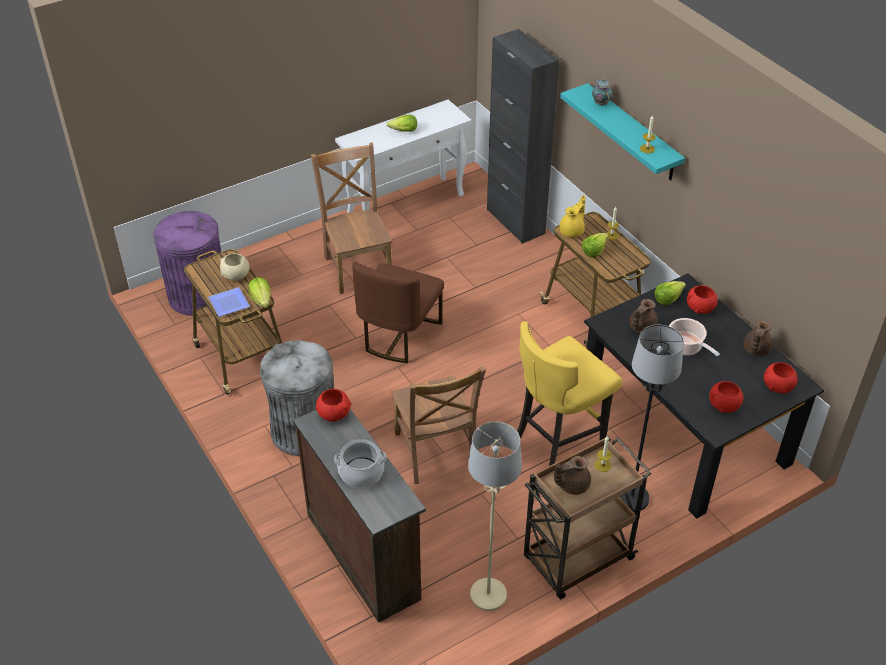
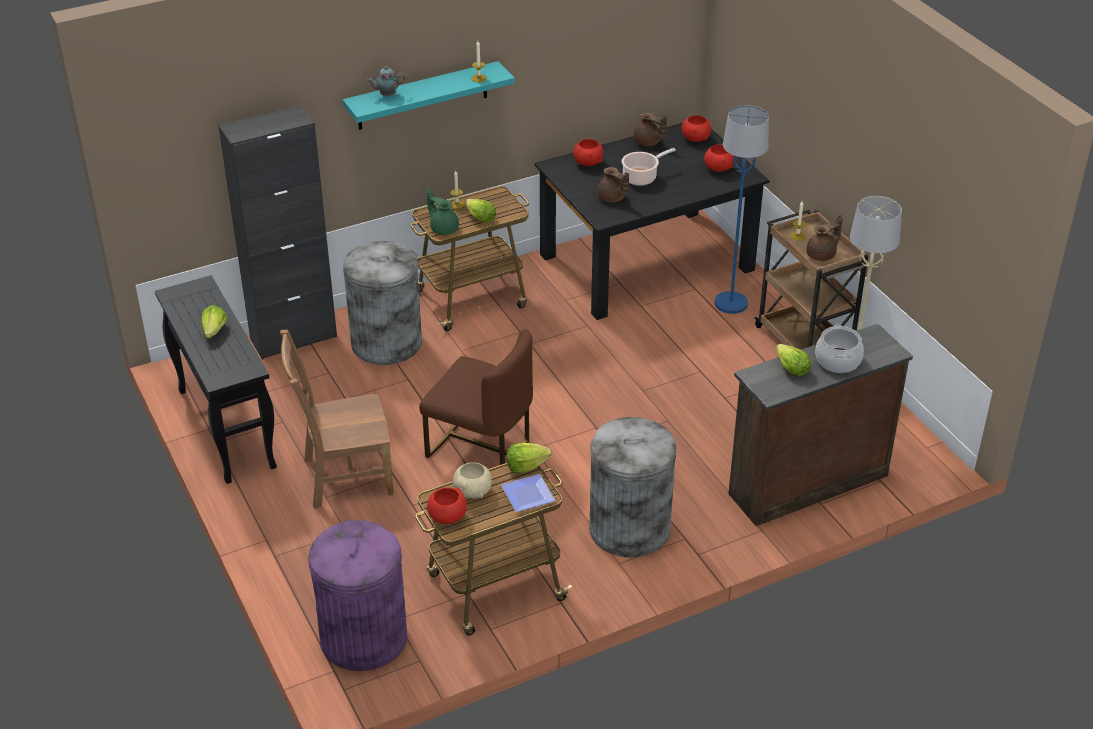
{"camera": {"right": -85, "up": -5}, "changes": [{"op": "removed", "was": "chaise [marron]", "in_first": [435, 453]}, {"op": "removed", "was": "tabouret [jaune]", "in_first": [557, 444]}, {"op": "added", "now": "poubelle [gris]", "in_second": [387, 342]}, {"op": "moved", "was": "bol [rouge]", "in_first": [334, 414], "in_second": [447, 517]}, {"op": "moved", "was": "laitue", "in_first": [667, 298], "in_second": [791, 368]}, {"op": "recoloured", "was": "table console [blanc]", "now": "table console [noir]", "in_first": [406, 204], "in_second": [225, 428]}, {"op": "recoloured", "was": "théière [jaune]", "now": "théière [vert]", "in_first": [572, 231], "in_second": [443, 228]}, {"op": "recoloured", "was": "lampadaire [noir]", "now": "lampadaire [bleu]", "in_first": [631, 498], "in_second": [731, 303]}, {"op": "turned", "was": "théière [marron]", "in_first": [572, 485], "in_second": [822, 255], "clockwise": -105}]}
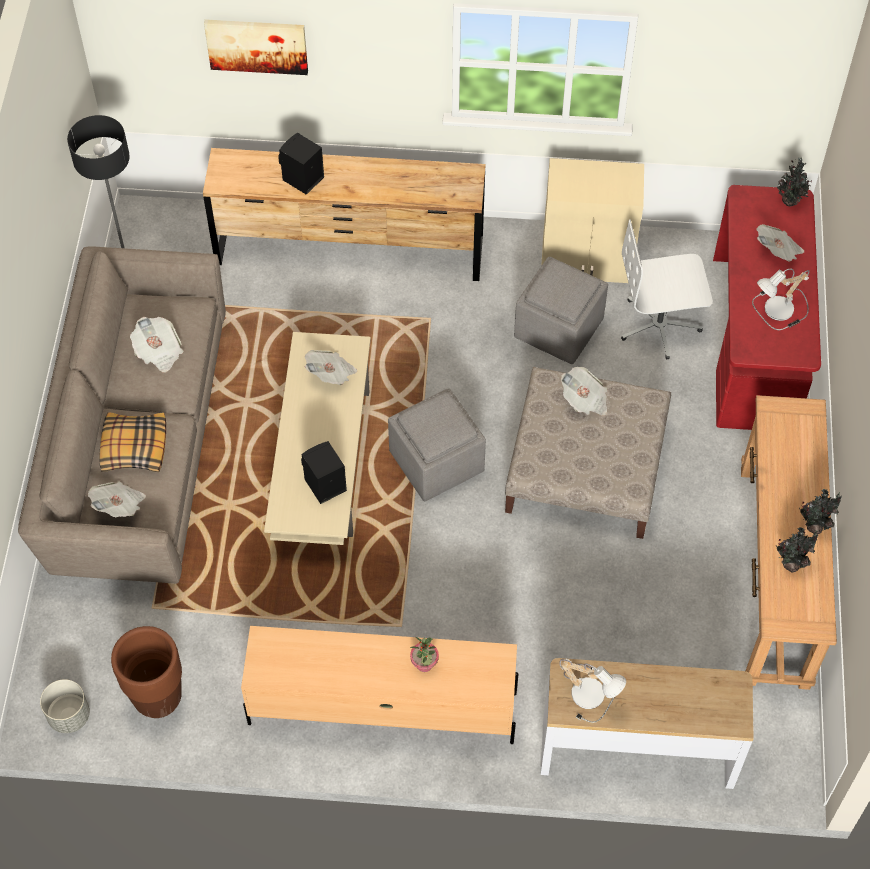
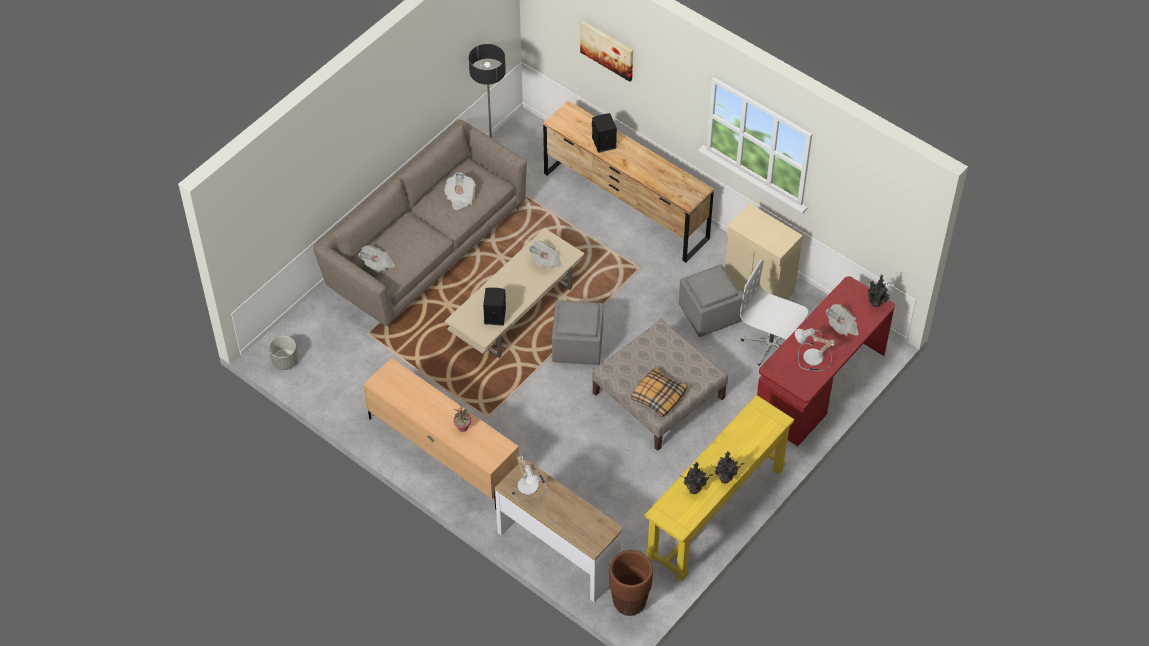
{"camera": {"right": 35, "up": -5}, "changes": [{"op": "removed", "was": "journal", "in_first": [584, 400]}, {"op": "moved", "was": "coussin", "in_first": [133, 447], "in_second": [658, 396]}, {"op": "moved", "was": "cache-pot [marron]", "in_first": [157, 698], "in_second": [629, 603]}, {"op": "recoloured", "was": "table console [marron]", "now": "table console [jaune]", "in_first": [773, 574], "in_second": [715, 512]}]}
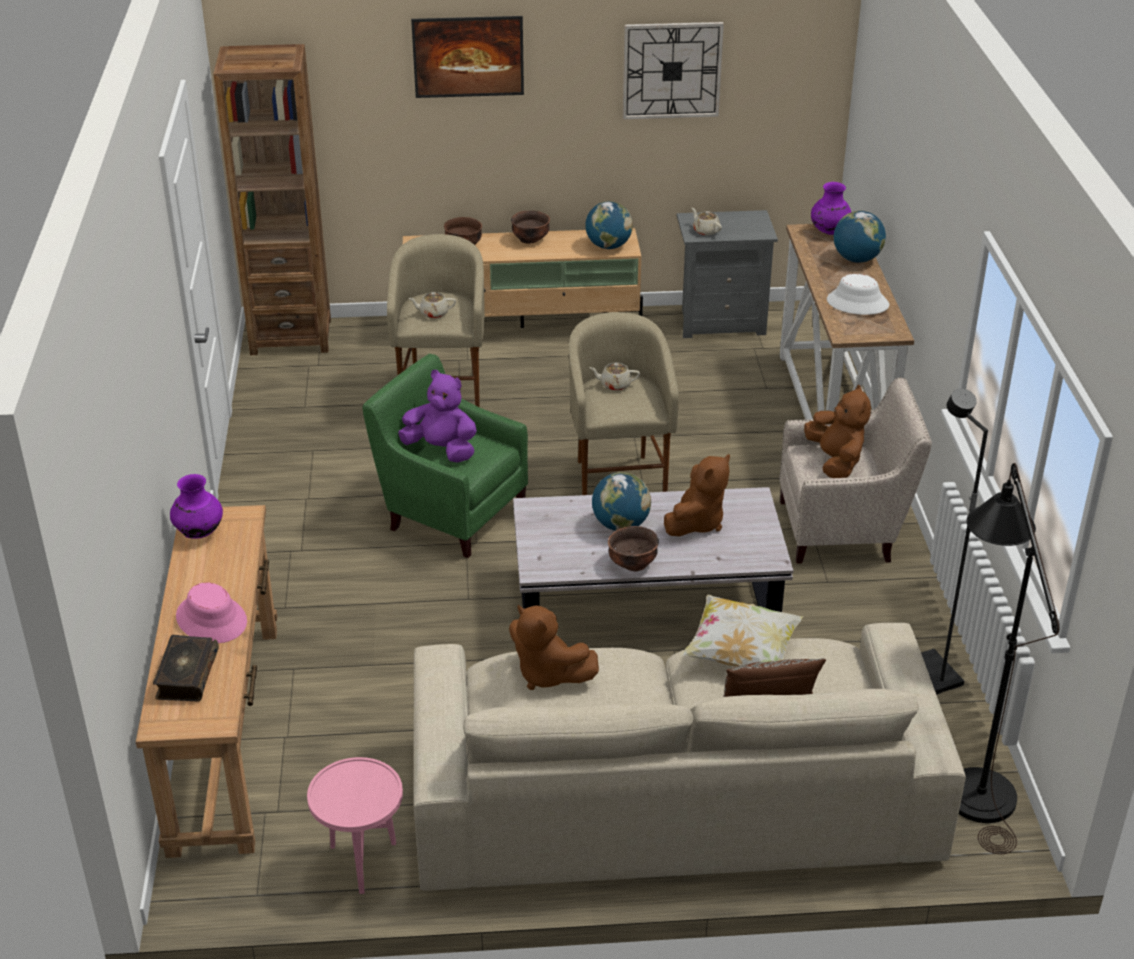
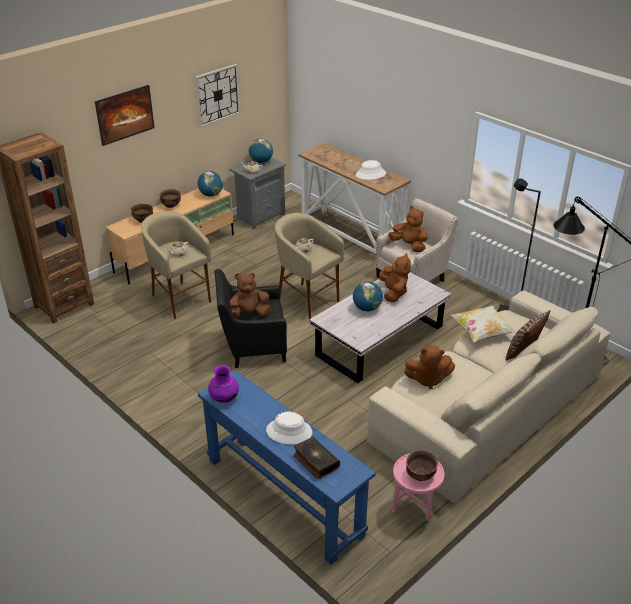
{"camera": {"right": -40, "up": 0}, "changes": [{"op": "removed", "was": "vase [violet]", "in_first": [829, 232]}, {"op": "moved", "was": "bol [marron]", "in_first": [633, 564], "in_second": [421, 475]}, {"op": "moved", "was": "globe", "in_first": [856, 259], "in_second": [261, 161]}, {"op": "recoloured", "was": "table console [marron]", "now": "table console [bleu]", "in_first": [226, 735], "in_second": [283, 496]}, {"op": "recoloured", "was": "chapeau [rose]", "now": "chapeau [blanc]", "in_first": [212, 619], "in_second": [289, 431]}, {"op": "recoloured", "was": "fauteuil [vert]", "now": "fauteuil [noir]", "in_first": [451, 512], "in_second": [252, 346]}, {"op": "recoloured", "was": "peluche [violet]", "now": "peluche [marron]", "in_first": [441, 450], "in_second": [249, 314]}]}
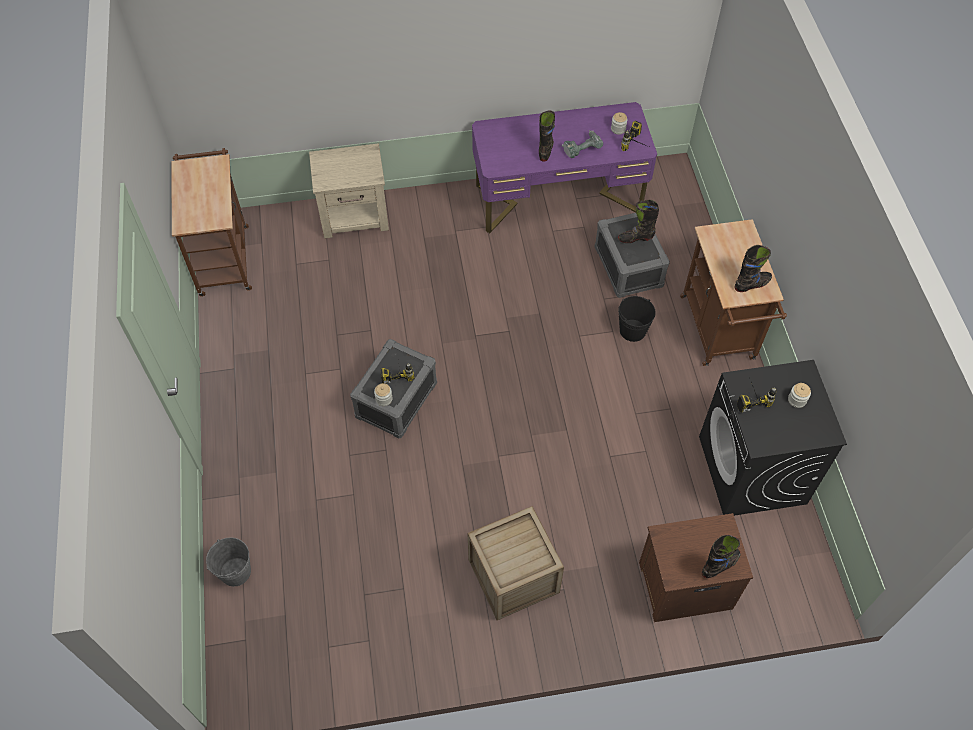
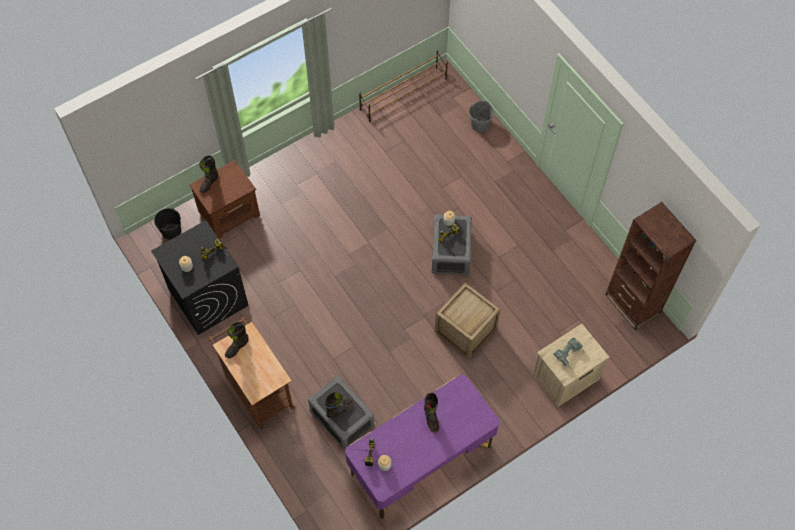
{"camera": {"right": 155, "up": 5}, "changes": [{"op": "added", "now": "étagère à chaussures [marron]", "in_second": [404, 94]}, {"op": "moved", "was": "caisse", "in_first": [513, 576], "in_second": [465, 329]}, {"op": "moved", "was": "perceuse", "in_first": [581, 148], "in_second": [569, 355]}, {"op": "moved", "was": "seau [noir]", "in_first": [632, 330], "in_second": [171, 231]}, {"op": "replaced", "was": "chariot [marron]", "now": "bibliothèque [marron]", "in_first": [223, 256], "in_second": [632, 304]}]}
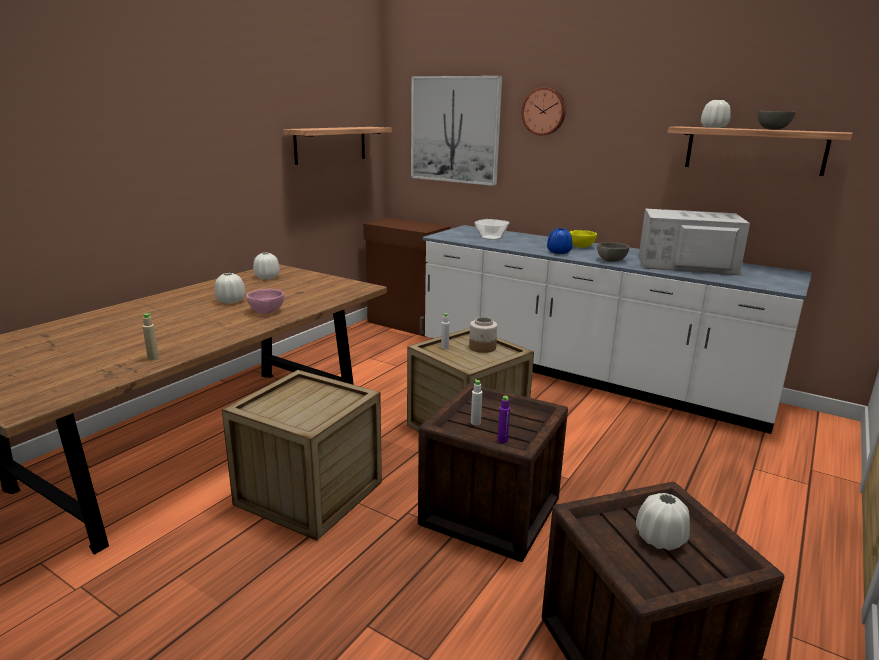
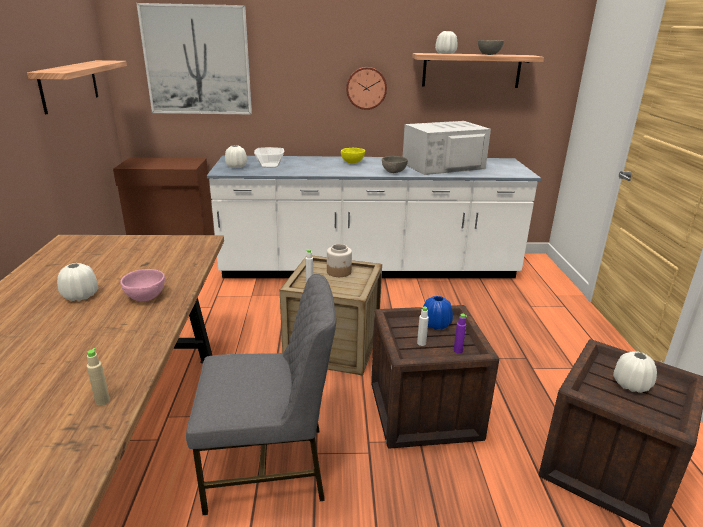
{"camera": {"right": -35, "up": 5}, "changes": [{"op": "moved", "was": "vase [blanc]", "in_first": [267, 277], "in_second": [236, 166]}, {"op": "moved", "was": "horloge murale", "in_first": [544, 111], "in_second": [366, 88]}, {"op": "moved", "was": "vase [bleu]", "in_first": [558, 252], "in_second": [435, 325]}, {"op": "replaced", "was": "caisse", "now": "chaise [gris]", "in_first": [309, 493], "in_second": [269, 466]}]}
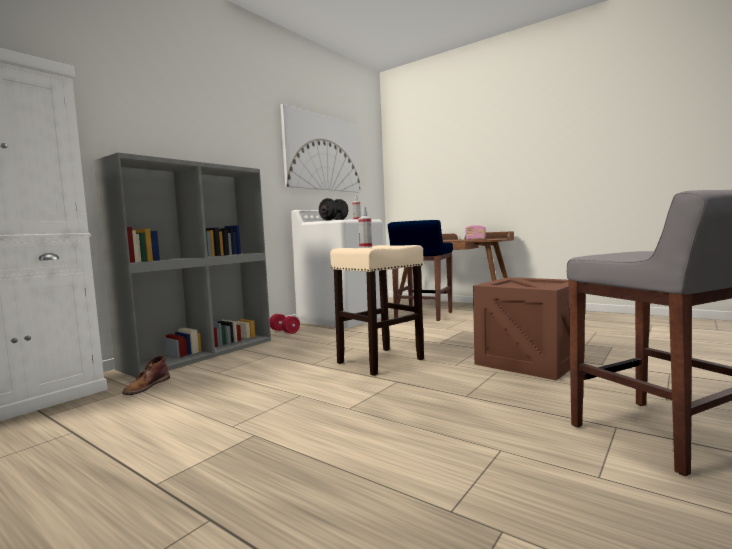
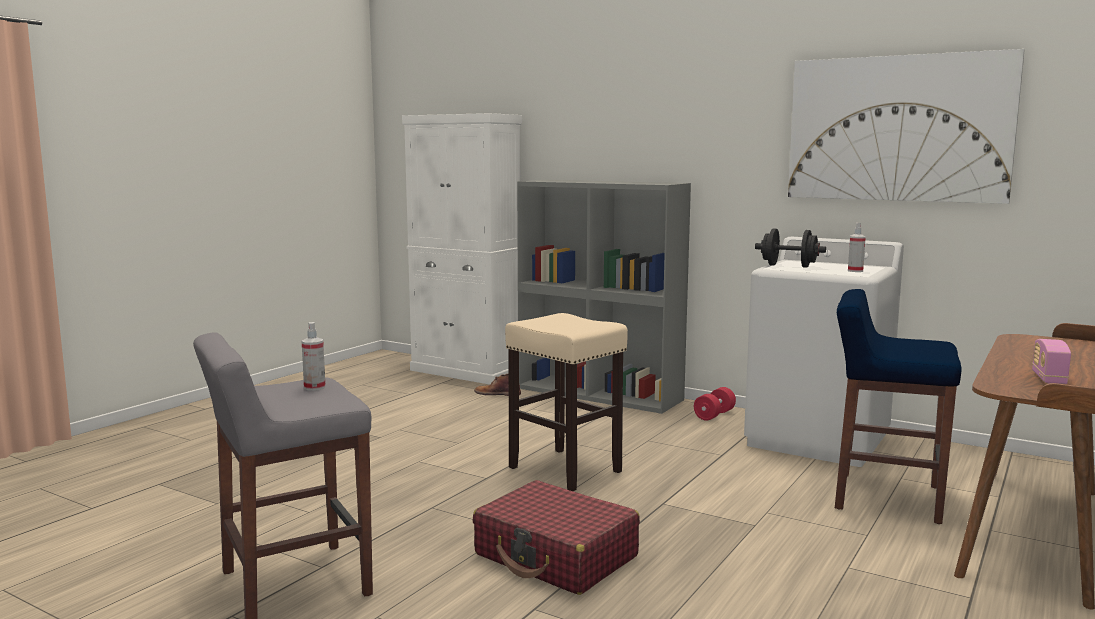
{"camera": {"right": 85, "up": 5}, "changes": [{"op": "moved", "was": "vaporisateur", "in_first": [366, 247], "in_second": [314, 387]}, {"op": "replaced", "was": "caisse", "now": "valise [rouge]", "in_first": [529, 361], "in_second": [556, 556]}]}
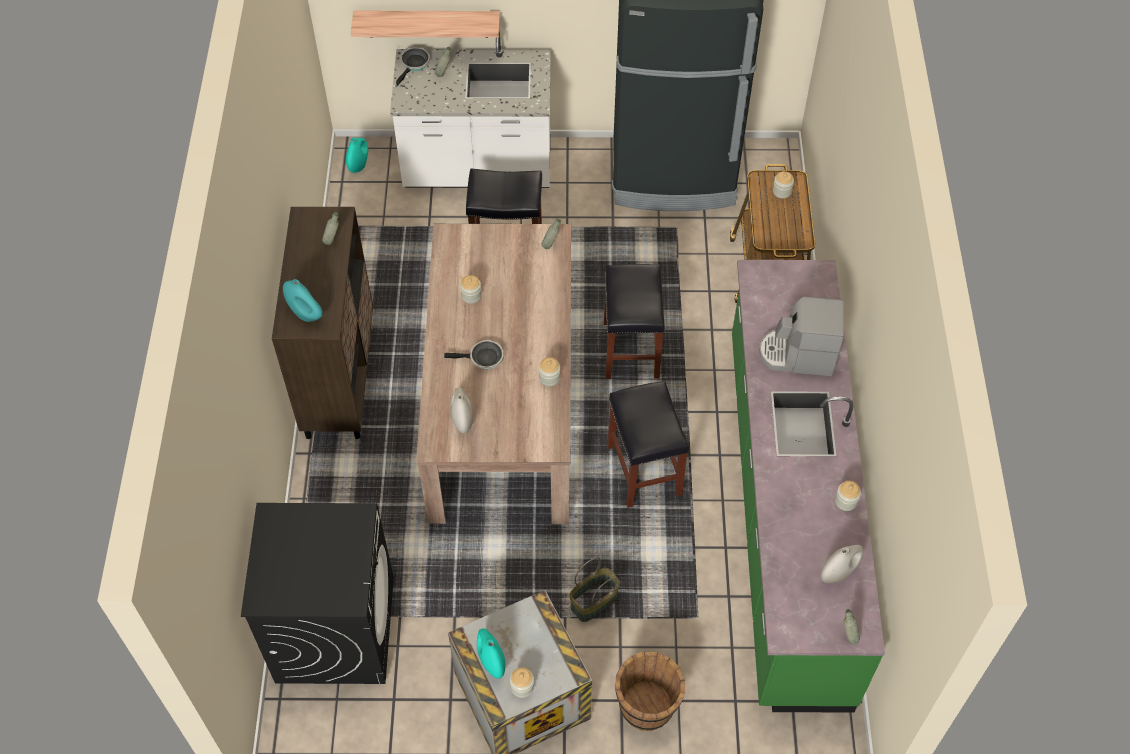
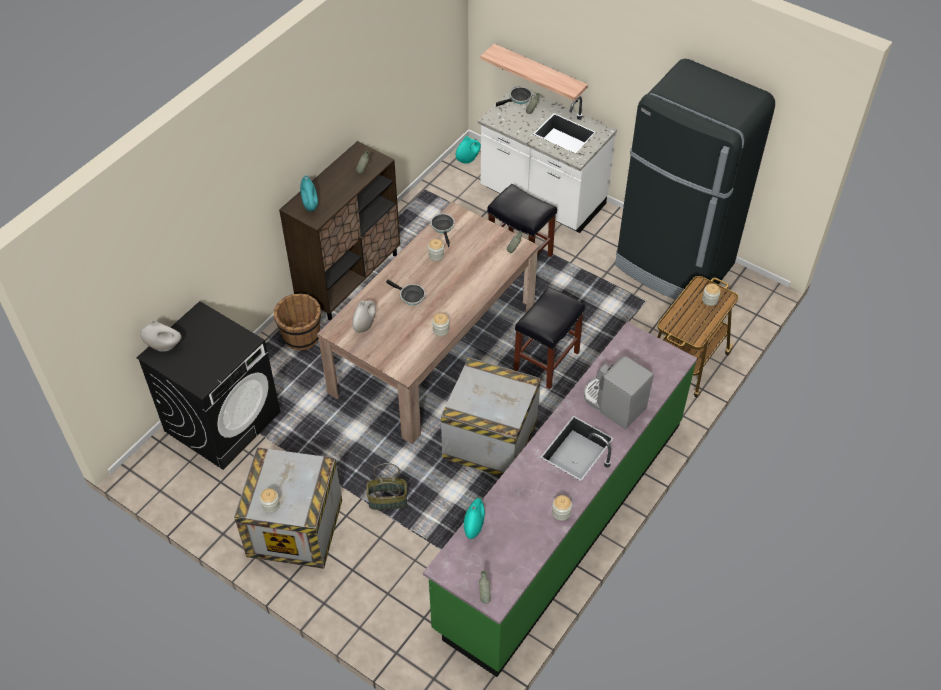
{"camera": {"right": 35, "up": -5}, "changes": [{"op": "added", "now": "poêle", "in_second": [443, 227]}, {"op": "moved", "was": "vase [turquoise]", "in_first": [491, 661], "in_second": [474, 527]}, {"op": "moved", "was": "seau [marron]", "in_first": [647, 706], "in_second": [301, 337]}, {"op": "moved", "was": "vase [blanc]", "in_first": [838, 573], "in_second": [164, 346]}, {"op": "replaced", "was": "tabouret [noir]", "now": "caisse", "in_first": [645, 471], "in_second": [489, 441]}]}
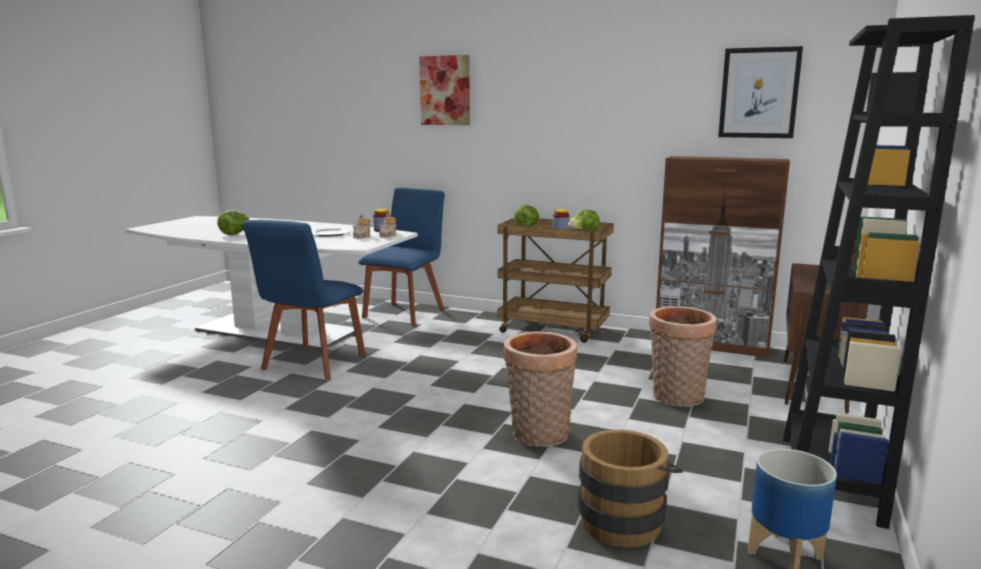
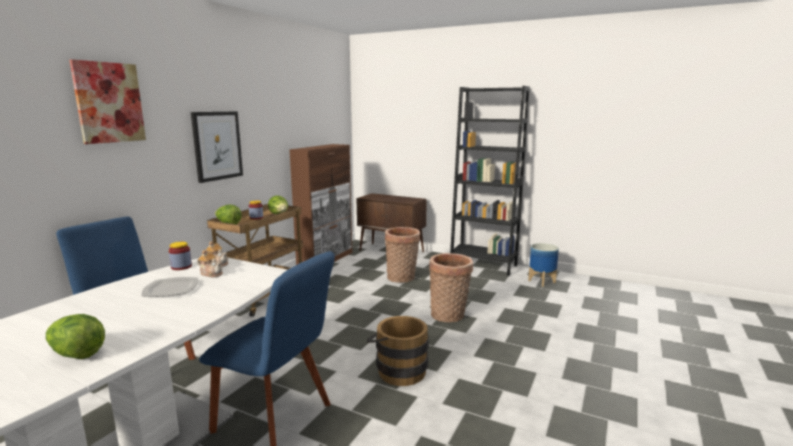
{"camera": {"right": -85, "up": 0}, "changes": [{"op": "moved", "was": "seau [marron]", "in_first": [624, 519], "in_second": [398, 370]}, {"op": "moved", "was": "tableau", "in_first": [759, 93], "in_second": [217, 145]}]}
